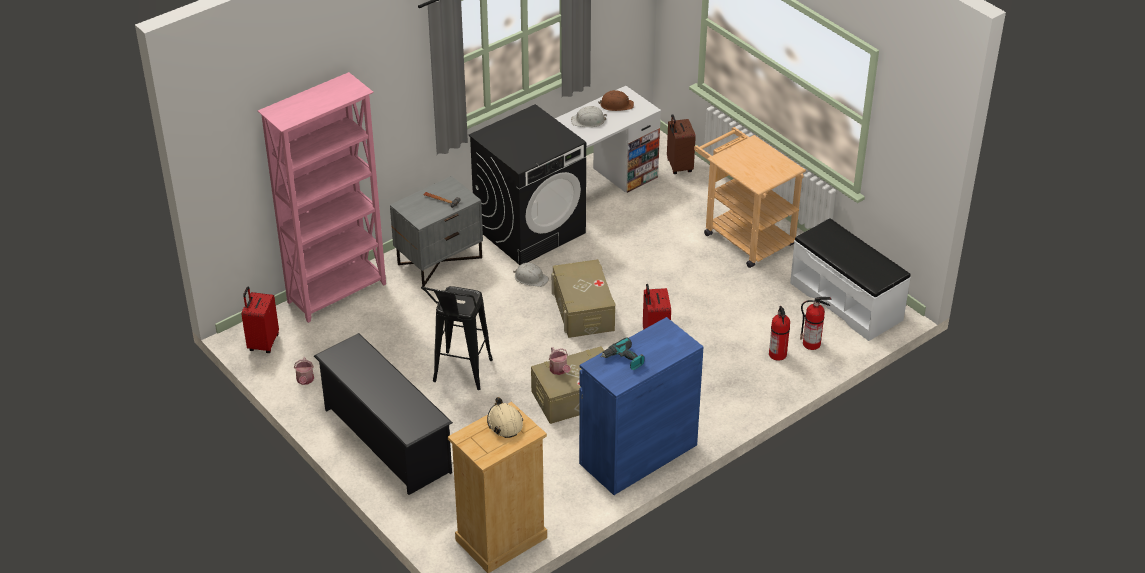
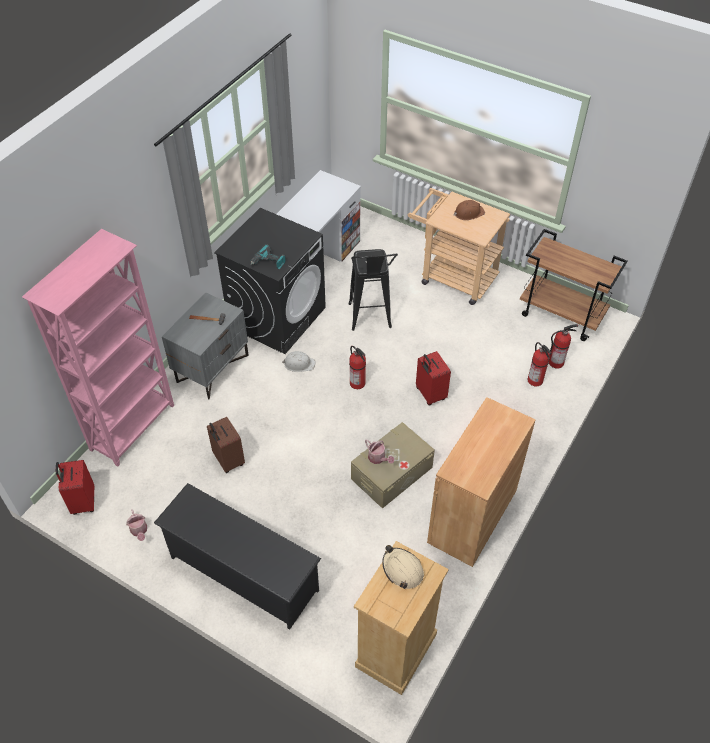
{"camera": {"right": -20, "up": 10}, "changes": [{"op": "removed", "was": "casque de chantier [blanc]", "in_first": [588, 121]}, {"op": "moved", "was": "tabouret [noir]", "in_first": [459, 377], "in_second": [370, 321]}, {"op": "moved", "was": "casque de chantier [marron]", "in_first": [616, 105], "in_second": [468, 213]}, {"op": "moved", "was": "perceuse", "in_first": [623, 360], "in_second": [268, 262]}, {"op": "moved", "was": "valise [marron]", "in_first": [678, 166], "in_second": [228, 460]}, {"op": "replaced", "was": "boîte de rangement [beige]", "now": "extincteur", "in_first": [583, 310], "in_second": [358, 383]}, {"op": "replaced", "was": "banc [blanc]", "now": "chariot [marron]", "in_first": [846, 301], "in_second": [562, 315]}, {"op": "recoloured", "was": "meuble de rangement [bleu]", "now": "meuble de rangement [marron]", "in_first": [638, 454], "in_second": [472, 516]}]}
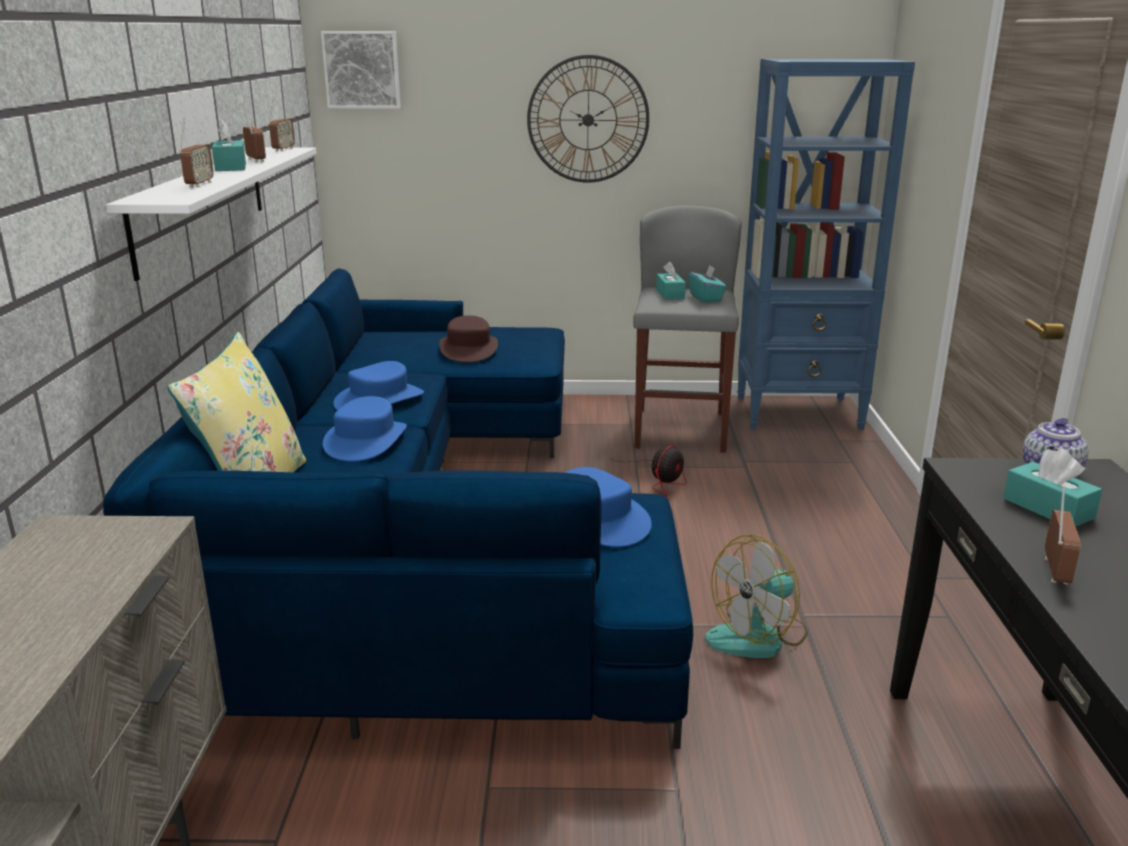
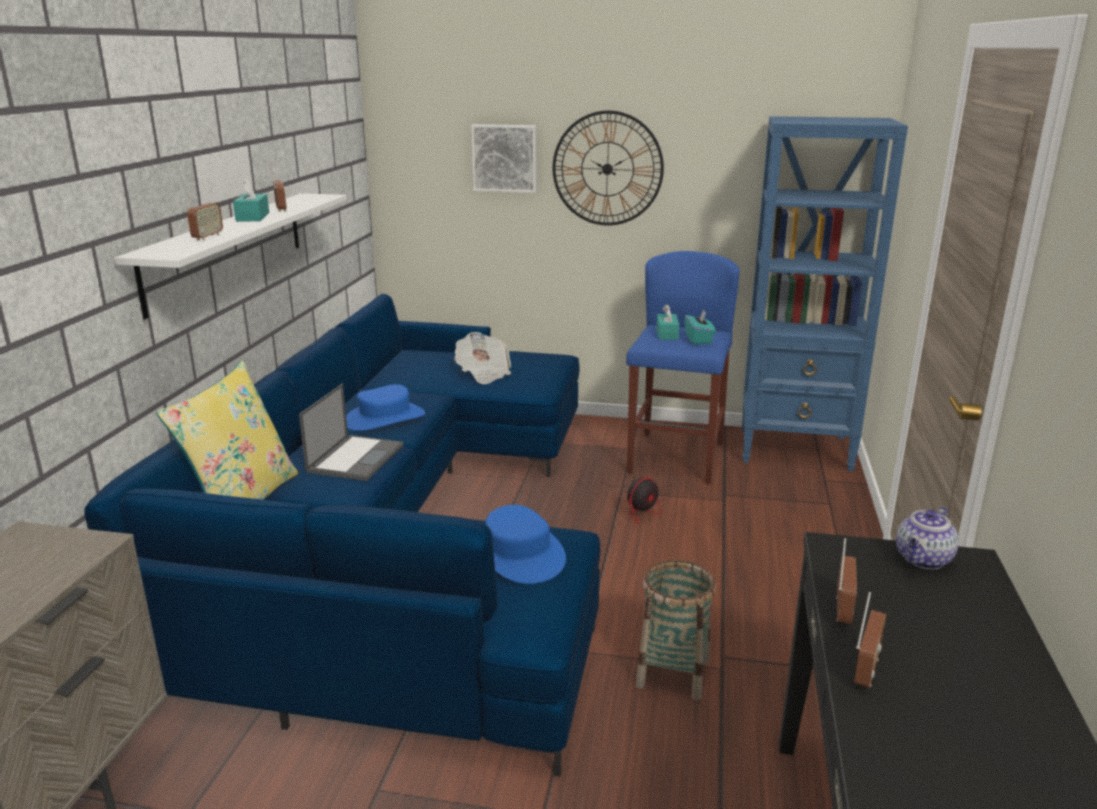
{"camera": {"right": 10, "up": 0}, "changes": [{"op": "removed", "was": "boîte à mouchoirs [turquoise]", "in_first": [1048, 508]}, {"op": "moved", "was": "radio", "in_first": [283, 149], "in_second": [842, 610]}, {"op": "moved", "was": "tableau", "in_first": [362, 70], "in_second": [505, 158]}, {"op": "replaced", "was": "chapeau [bleu]", "now": "ordinateur portable", "in_first": [365, 441], "in_second": [356, 458]}, {"op": "replaced", "was": "chapeau [marron]", "now": "journal", "in_first": [469, 349], "in_second": [483, 373]}, {"op": "replaced", "was": "ventilateur", "now": "panier", "in_first": [758, 636], "in_second": [673, 673]}, {"op": "recoloured", "was": "tabouret [gris]", "now": "tabouret [bleu]", "in_first": [680, 430], "in_second": [676, 458]}]}
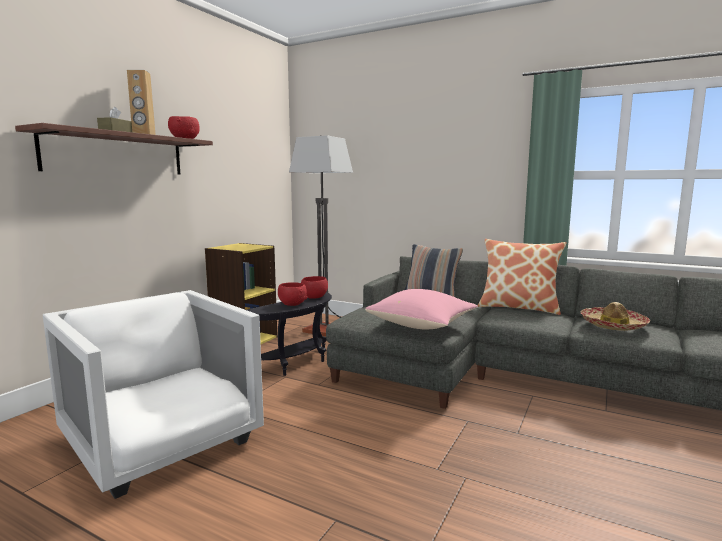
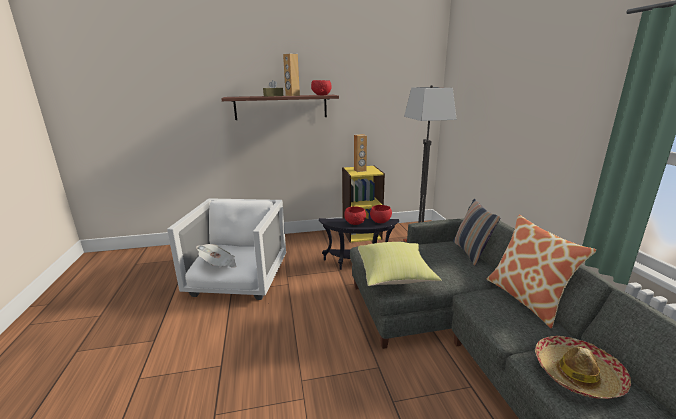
{"camera": {"right": 50, "up": 10}, "changes": [{"op": "added", "now": "journal", "in_second": [219, 265]}, {"op": "added", "now": "enceinte [marron]", "in_second": [360, 170]}, {"op": "recoloured", "was": "coussin [rose]", "now": "coussin [jaune]", "in_first": [423, 325], "in_second": [395, 276]}]}
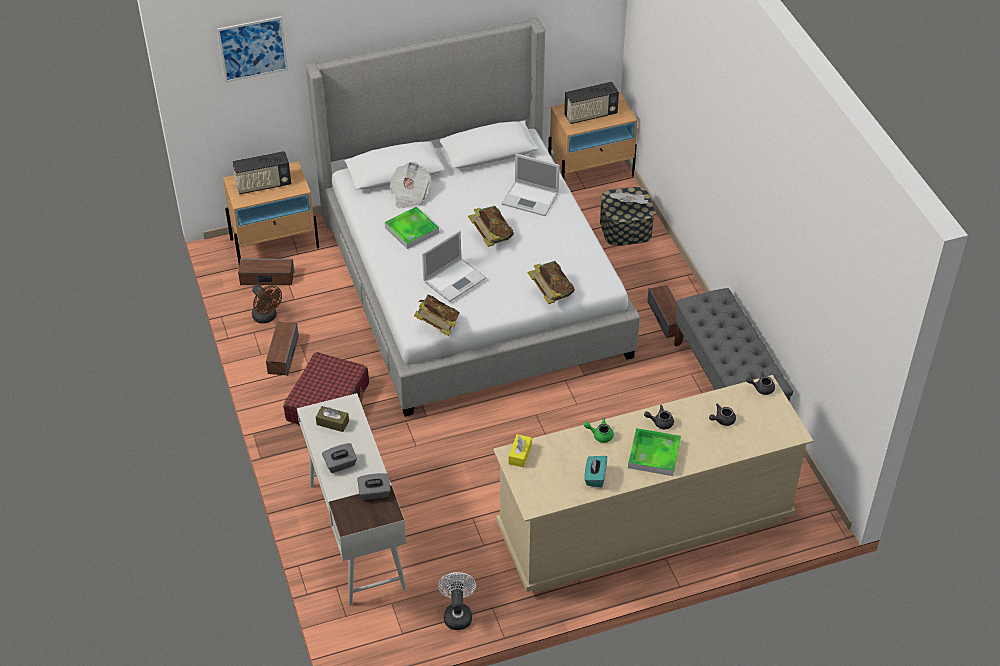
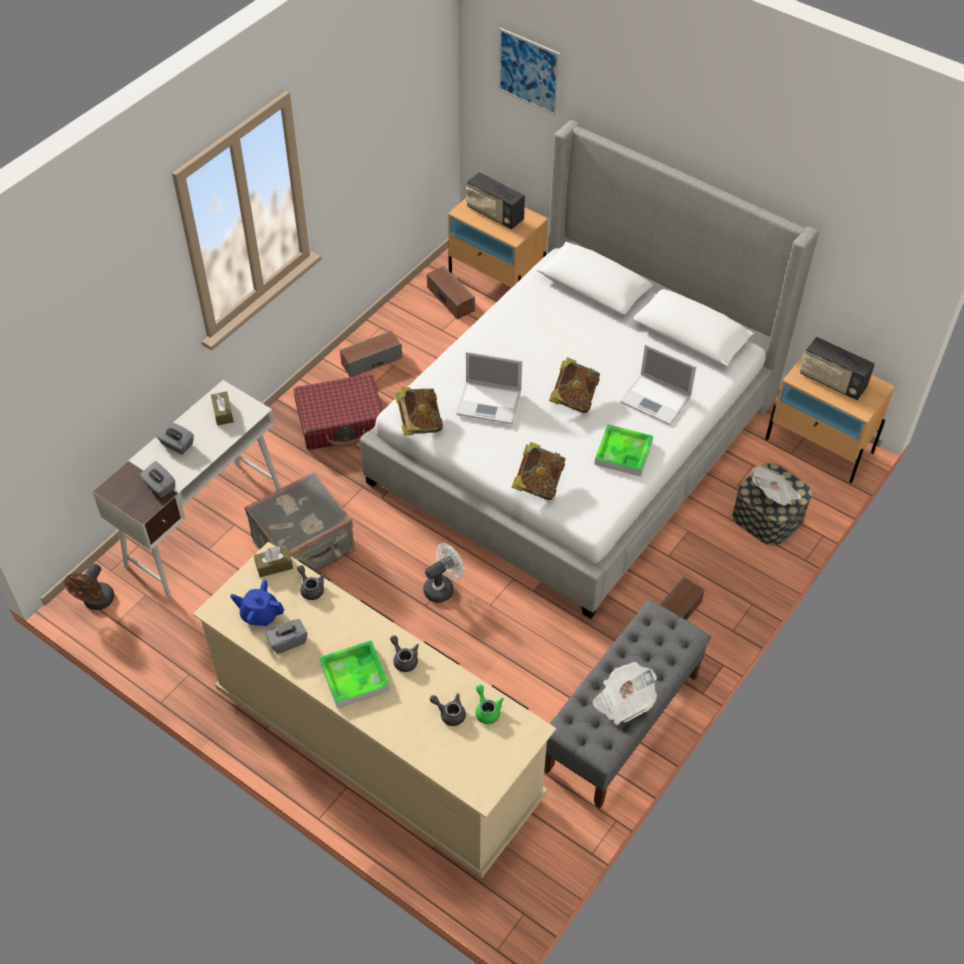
{"camera": {"right": 55, "up": 5}, "changes": [{"op": "added", "now": "théière [bleu]", "in_second": [260, 614]}, {"op": "added", "now": "valise [gris]", "in_second": [305, 548]}, {"op": "moved", "was": "ventilateur [marron]", "in_first": [267, 317], "in_second": [96, 602]}, {"op": "moved", "was": "plateau", "in_first": [412, 230], "in_second": [623, 453]}, {"op": "moved", "was": "journal", "in_first": [409, 195], "in_second": [623, 701]}, {"op": "moved", "was": "ventilateur [blanc]", "in_first": [457, 613], "in_second": [443, 587]}, {"op": "moved", "was": "théière [vert]", "in_first": [600, 435], "in_second": [487, 710]}, {"op": "moved", "was": "théière [gris]", "in_first": [761, 388], "in_second": [311, 588]}, {"op": "recoloured", "was": "boîte à mouchoirs [jaune]", "now": "boîte à mouchoirs [marron]", "in_first": [520, 454], "in_second": [274, 566]}, {"op": "recoloured", "was": "boîte à mouchoirs [turquoise]", "now": "boîte à mouchoirs [gris]", "in_first": [595, 477], "in_second": [288, 641]}, {"op": "turned", "was": "ordinateur portable", "in_first": [531, 199], "in_second": [656, 400], "clockwise": -45}]}
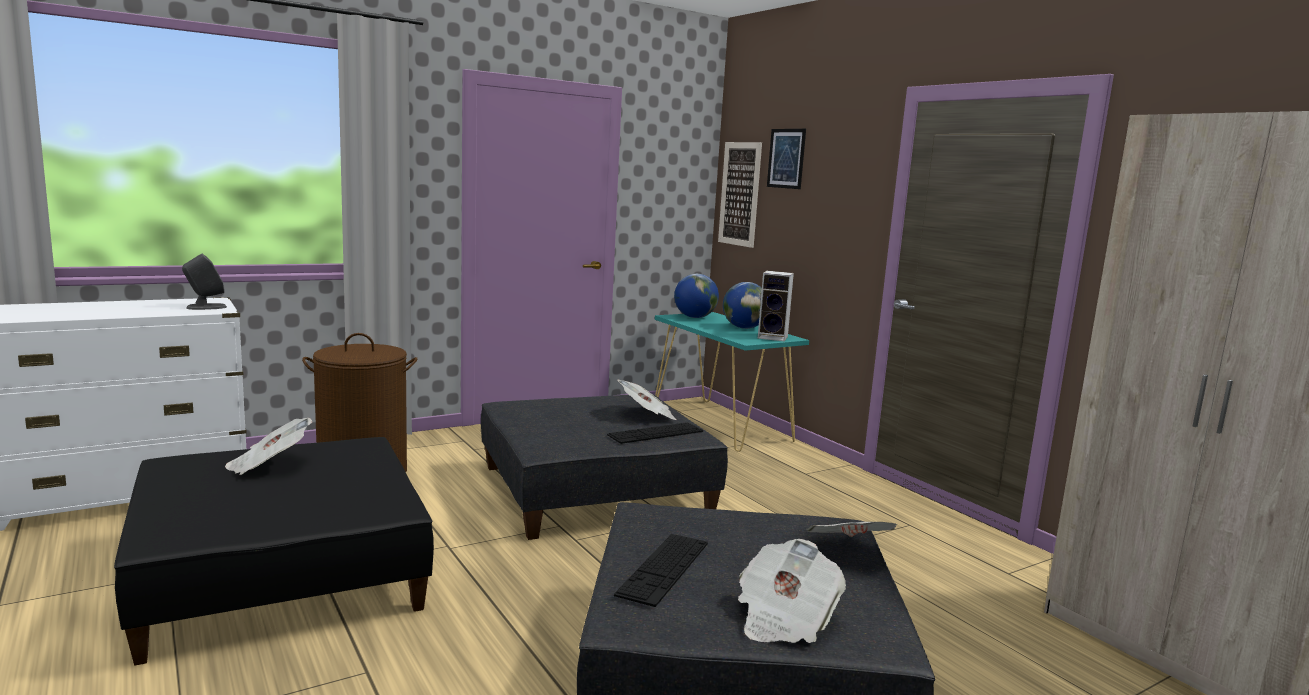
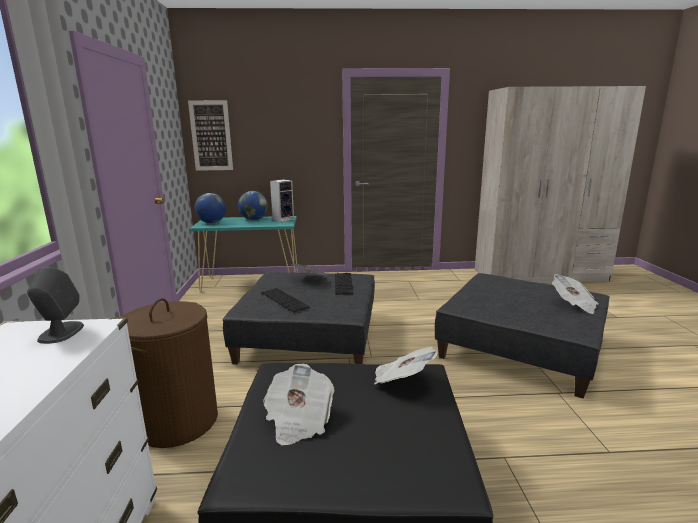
{"camera": {"right": -60, "up": 5}, "changes": [{"op": "removed", "was": "tableau", "in_first": [786, 158]}, {"op": "moved", "was": "clavier", "in_first": [664, 568], "in_second": [284, 300]}, {"op": "moved", "was": "journal", "in_first": [847, 550], "in_second": [402, 380]}]}
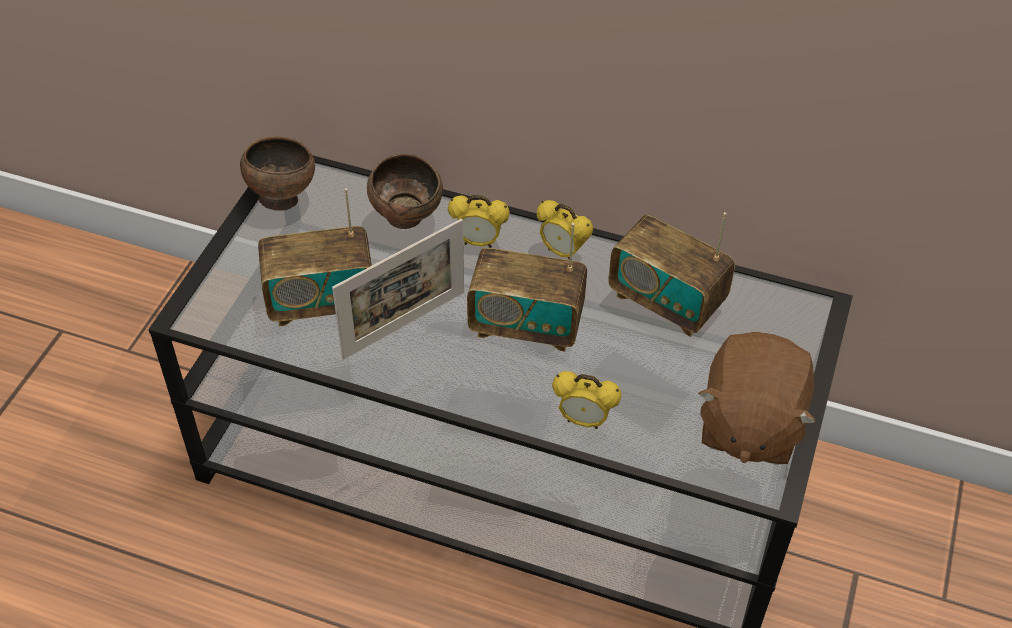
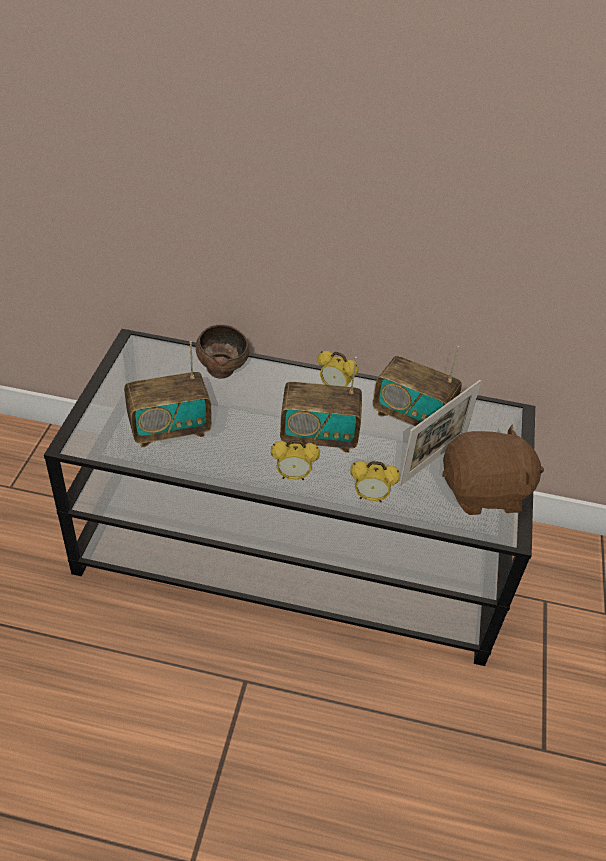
{"camera": {"right": -10, "up": -5}, "changes": [{"op": "removed", "was": "bol [marron]", "in_first": [281, 198]}, {"op": "moved", "was": "cadre photo", "in_first": [404, 324], "in_second": [433, 459]}, {"op": "moved", "was": "réveil", "in_first": [478, 242], "in_second": [293, 476]}, {"op": "turned", "was": "peluche [marron]", "in_first": [748, 425], "in_second": [484, 493], "clockwise": -105}]}
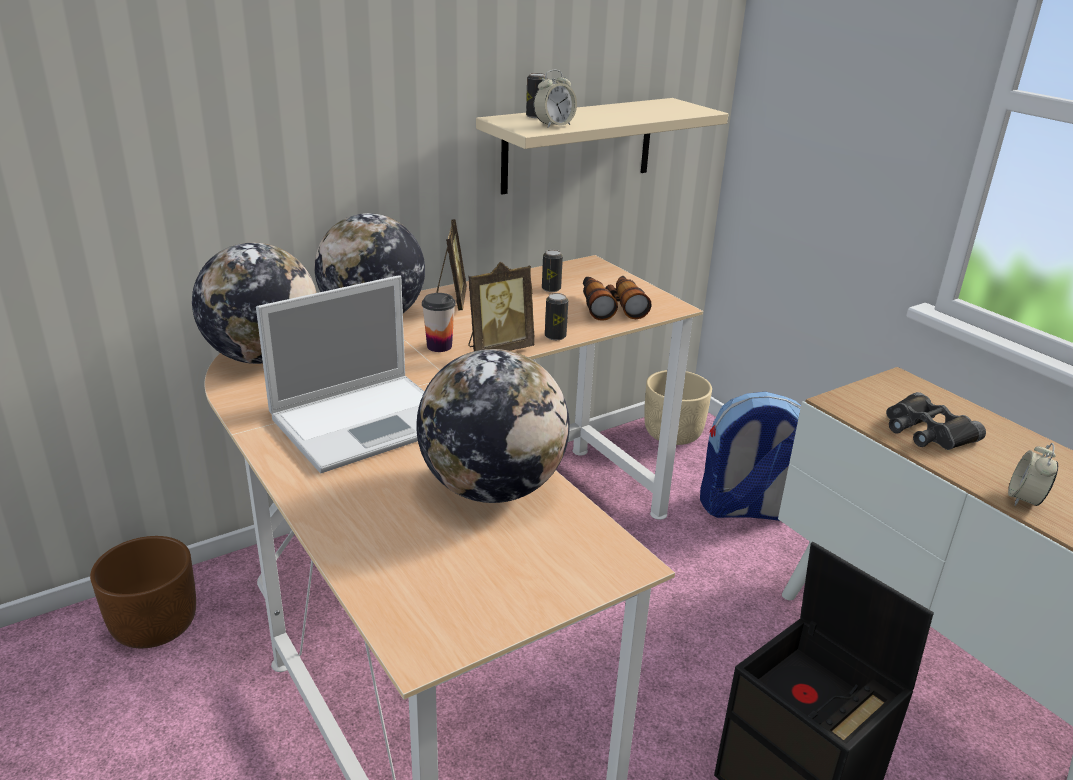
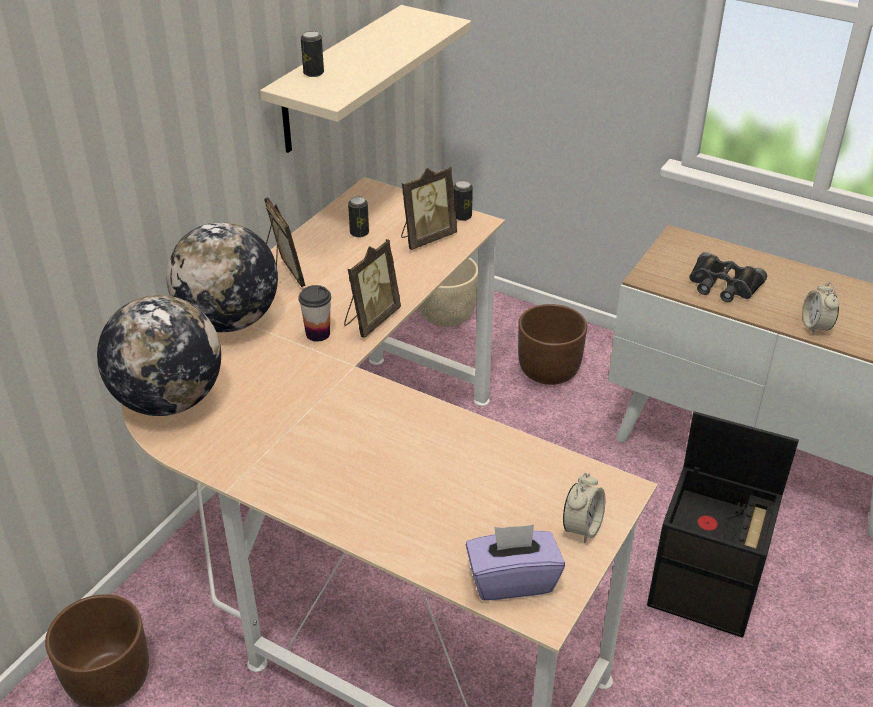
{"camera": {"right": -25, "up": 10}, "changes": [{"op": "removed", "was": "ordinateur portable", "in_first": [368, 421]}, {"op": "removed", "was": "globe", "in_first": [492, 488]}, {"op": "added", "now": "boîte à mouchoirs [violet]", "in_second": [512, 580]}, {"op": "moved", "was": "réveil", "in_first": [554, 125], "in_second": [582, 528]}, {"op": "moved", "was": "boîte métallique", "in_first": [555, 336], "in_second": [462, 216]}, {"op": "replaced", "was": "jumelles", "now": "cadre photo", "in_first": [611, 306], "in_second": [426, 238]}, {"op": "replaced", "was": "sac à dos", "now": "cache-pot [marron]", "in_first": [746, 509], "in_second": [548, 370]}]}
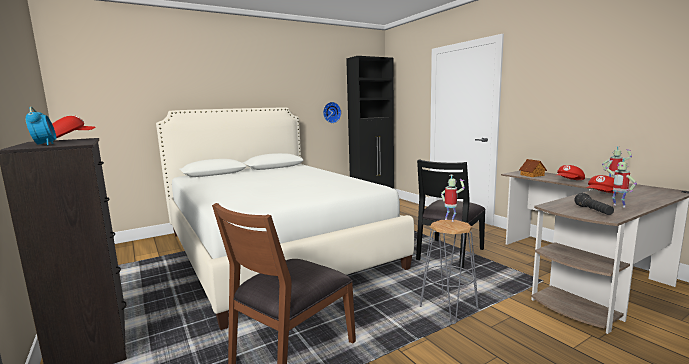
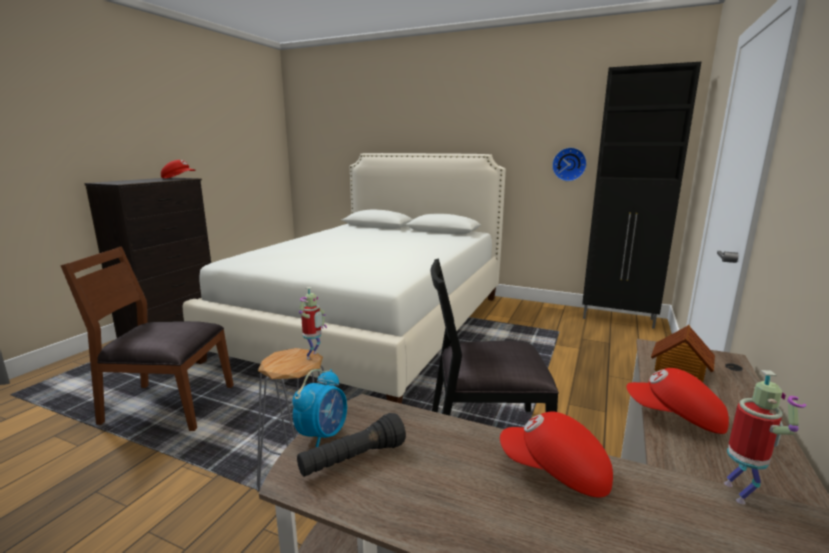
{"camera": {"right": 55, "up": 5}, "changes": [{"op": "removed", "was": "robot jouet", "in_first": [617, 206]}, {"op": "moved", "was": "réveil", "in_first": [44, 144], "in_second": [323, 435]}]}
